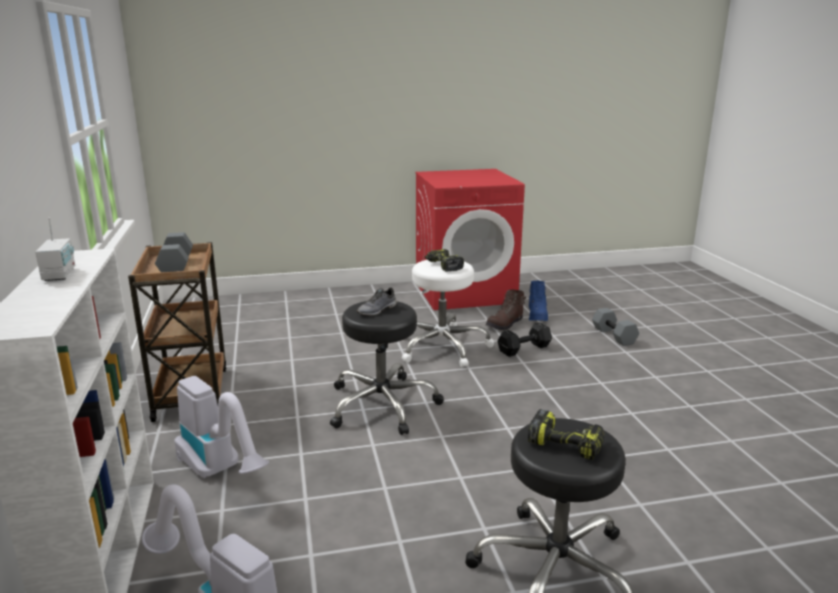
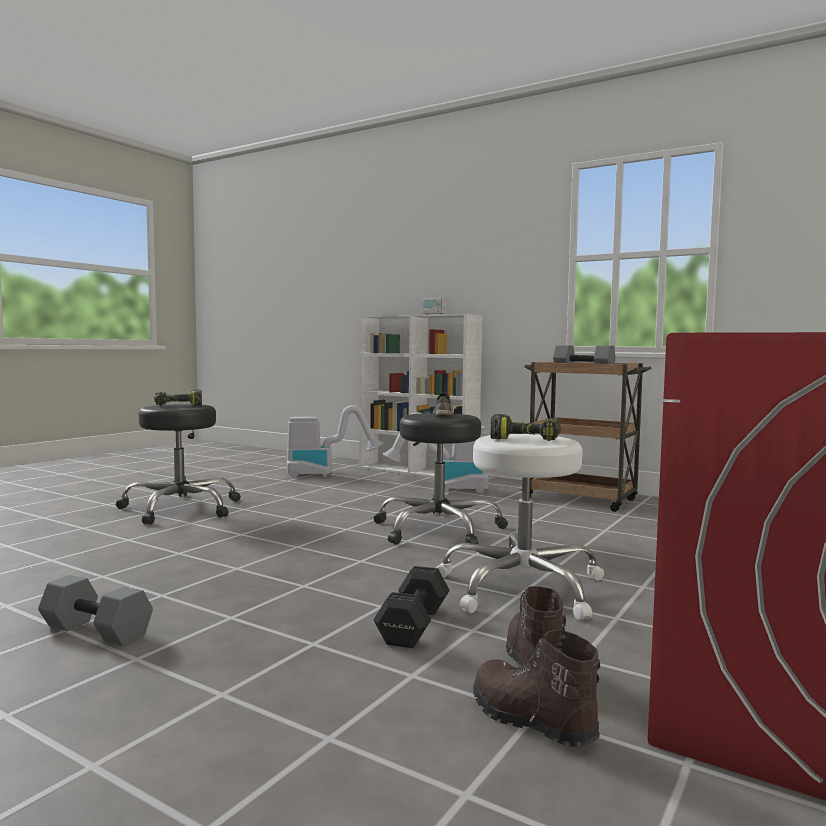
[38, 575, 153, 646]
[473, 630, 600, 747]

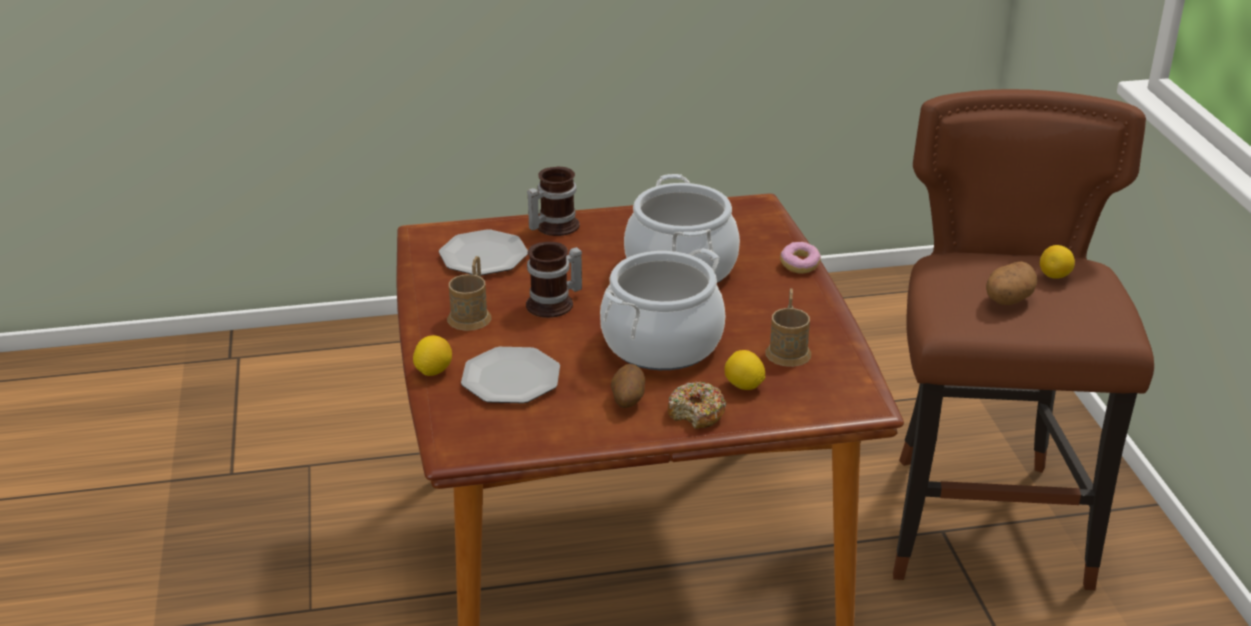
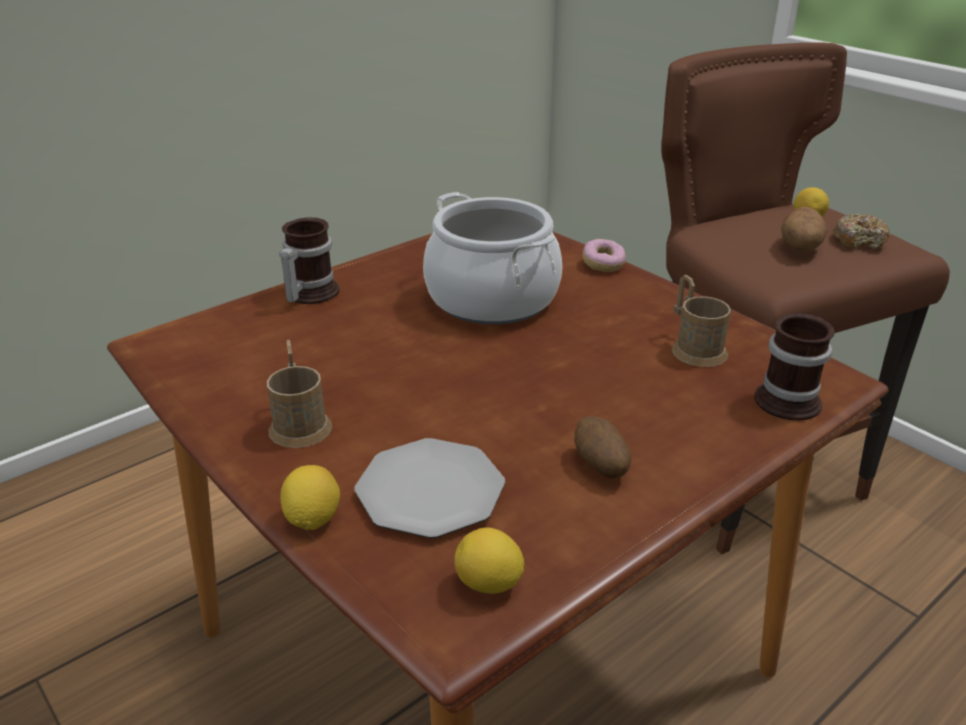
[454, 527, 524, 594]
[754, 313, 834, 421]
[833, 214, 890, 249]
[439, 229, 528, 276] (first image)
[600, 248, 725, 370] (first image)

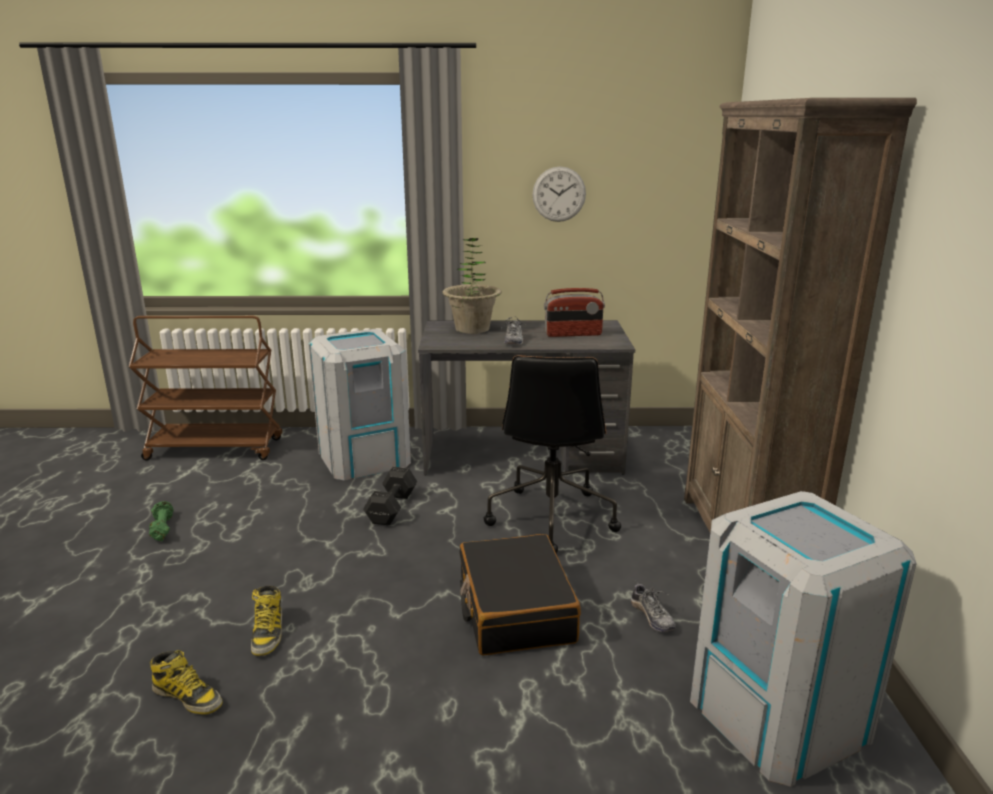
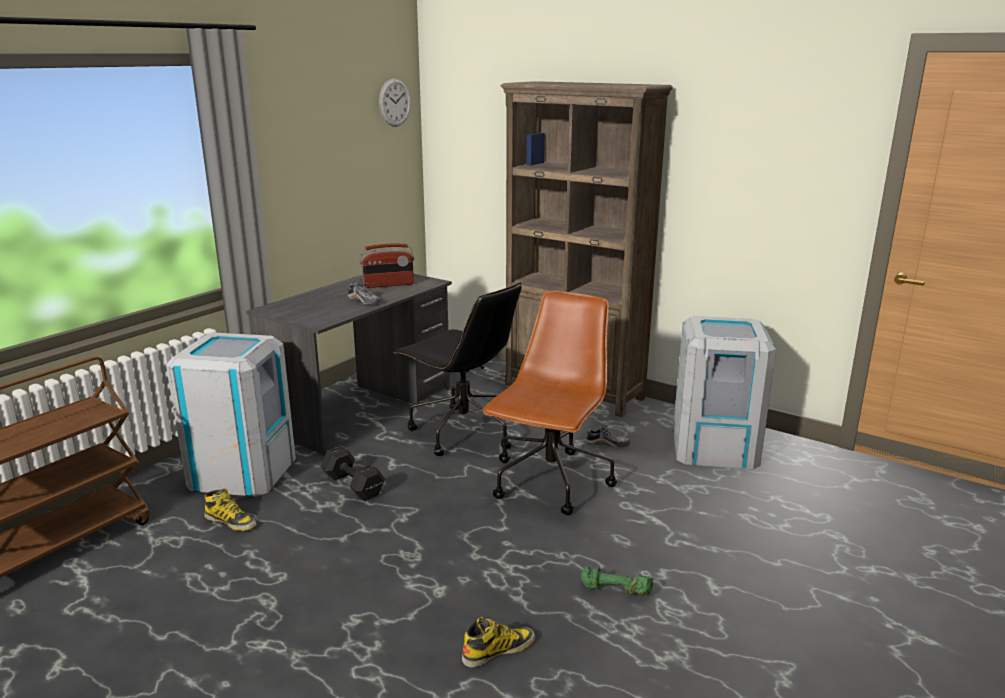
[204, 488, 256, 531]
[360, 244, 414, 288]
[379, 78, 411, 127]
[482, 291, 617, 515]
[581, 566, 653, 595]
[442, 238, 502, 334] (first image)

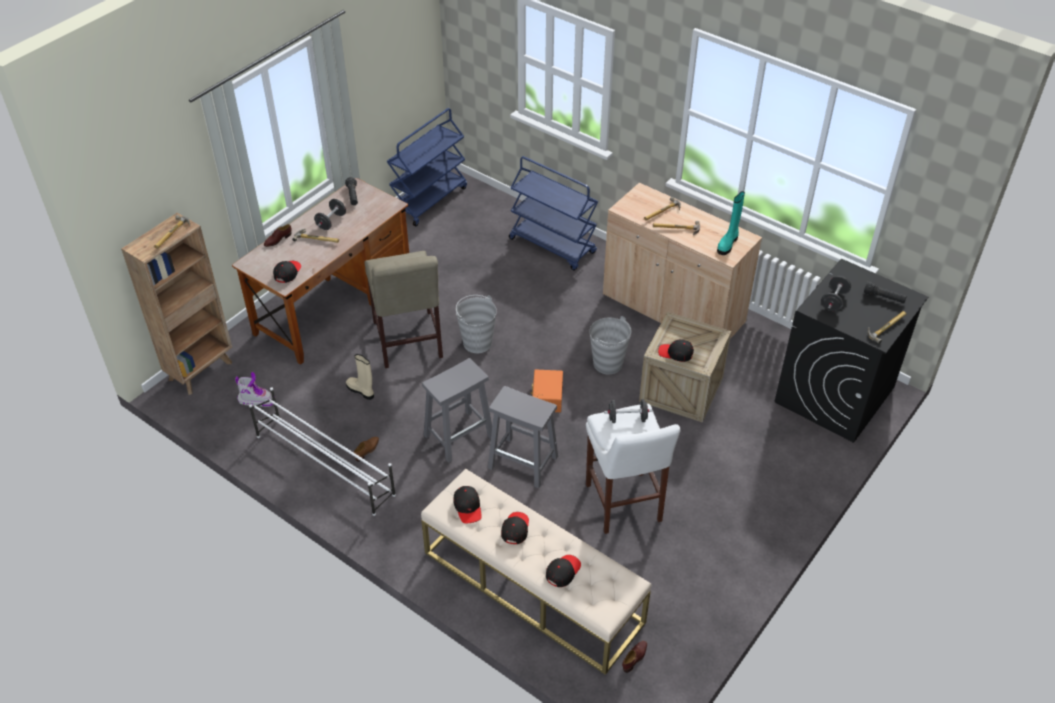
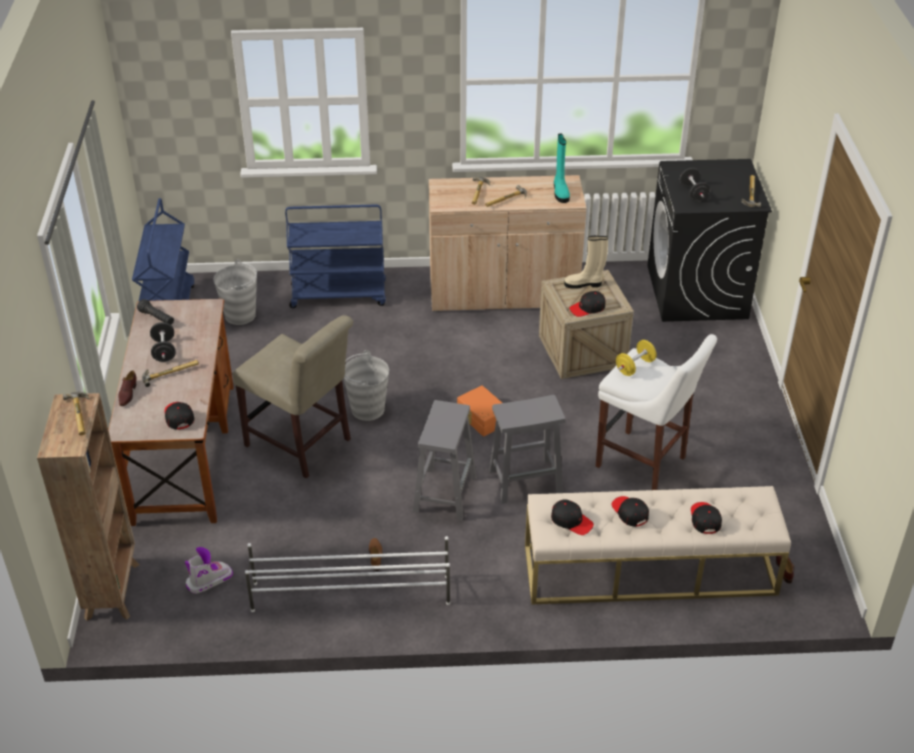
[214, 259, 257, 325]
[564, 236, 608, 289]
[616, 340, 657, 376]
[864, 281, 907, 303] (first image)

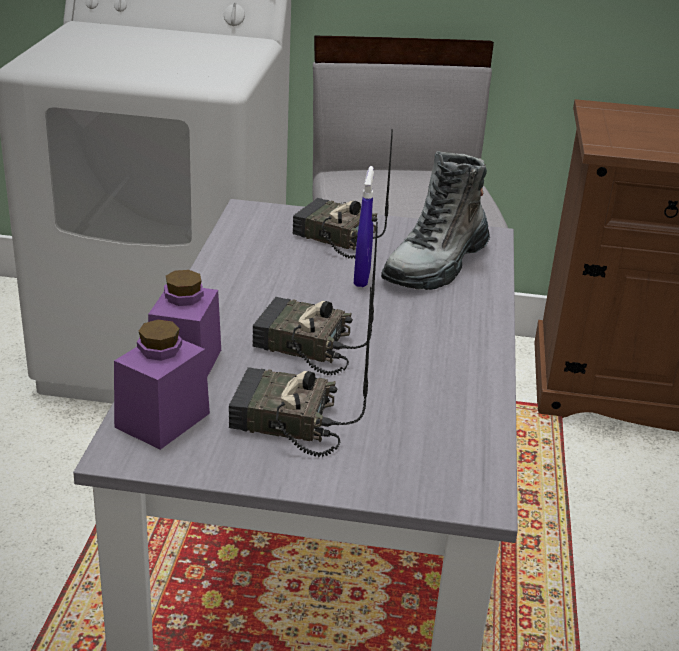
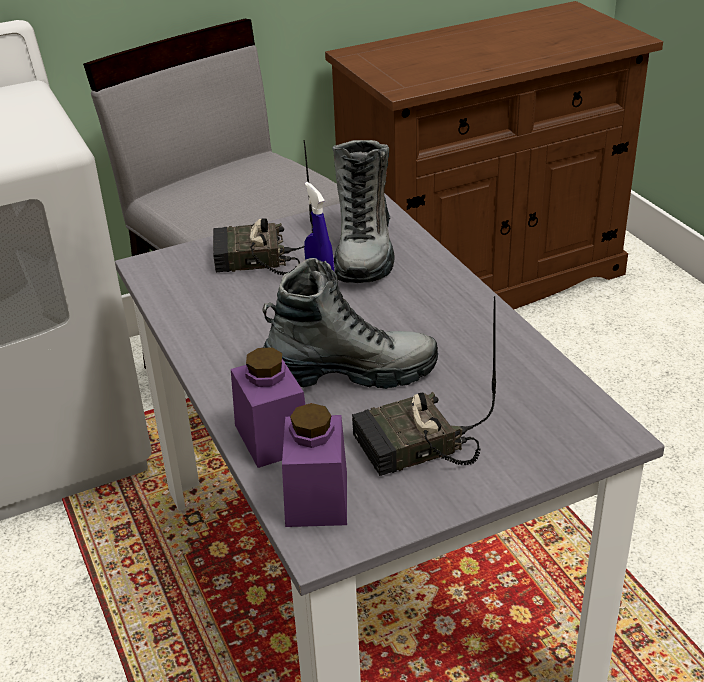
[263, 258, 438, 389]

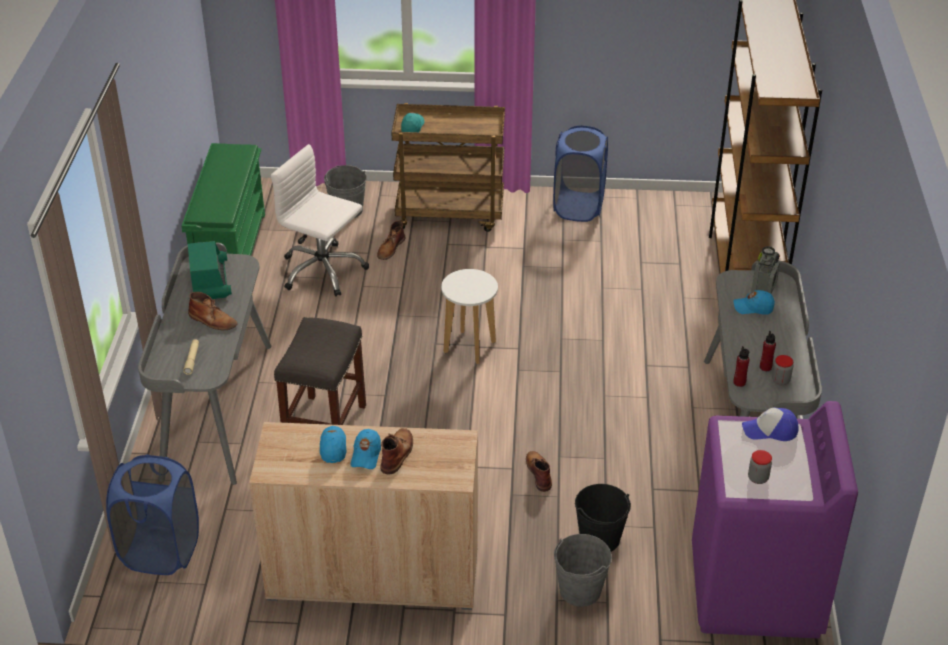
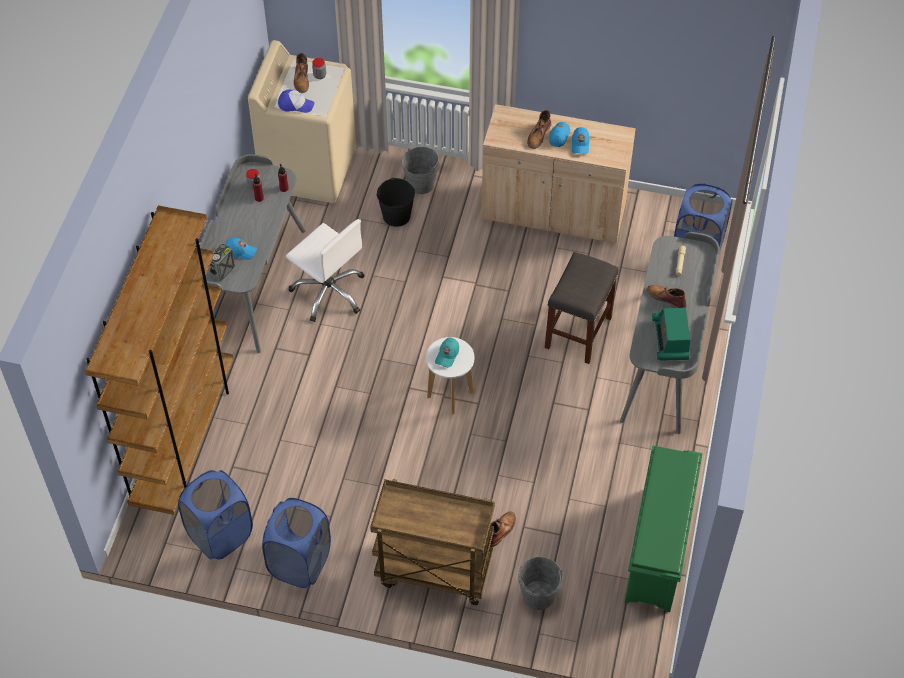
[178, 470, 253, 559]
[248, 40, 356, 203]
[286, 219, 365, 322]
[294, 53, 309, 93]
[435, 338, 459, 368]

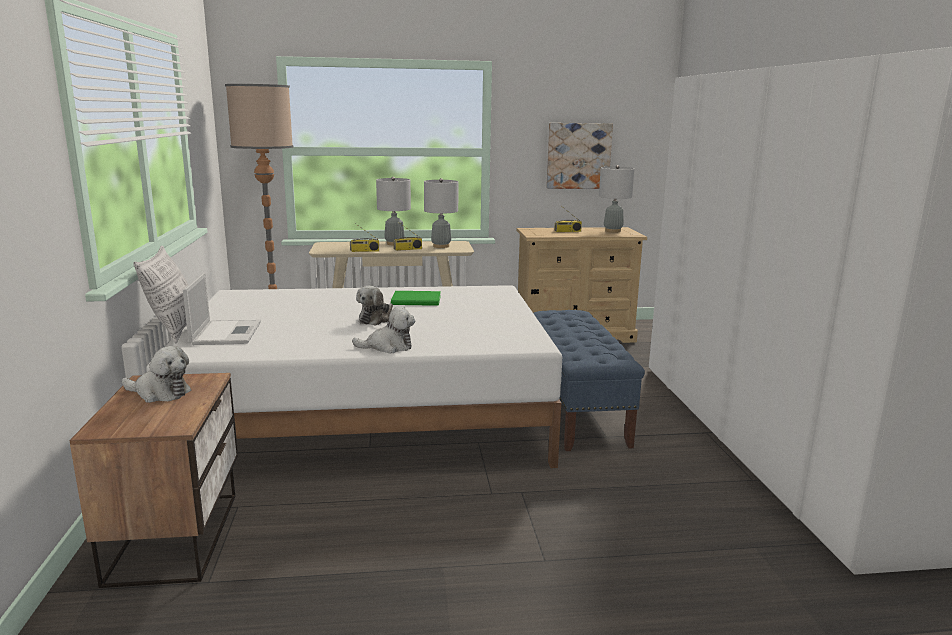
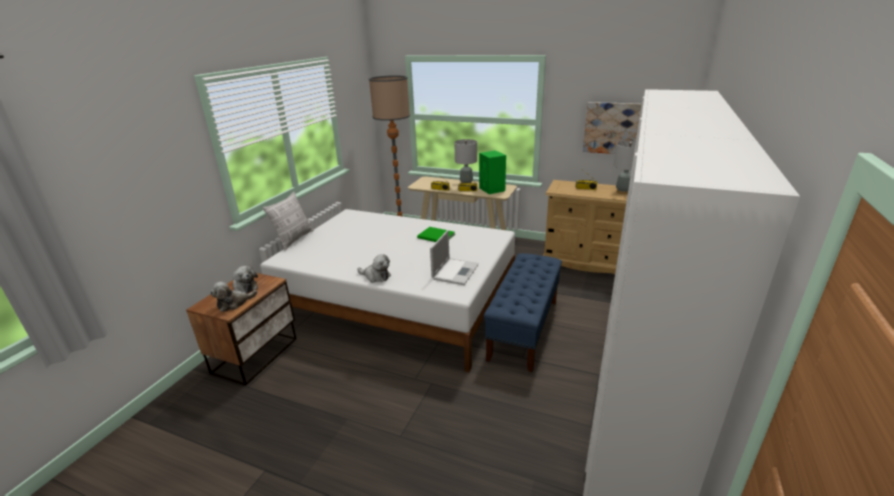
[210, 282, 257, 312]
[430, 230, 479, 285]
[479, 150, 506, 194]

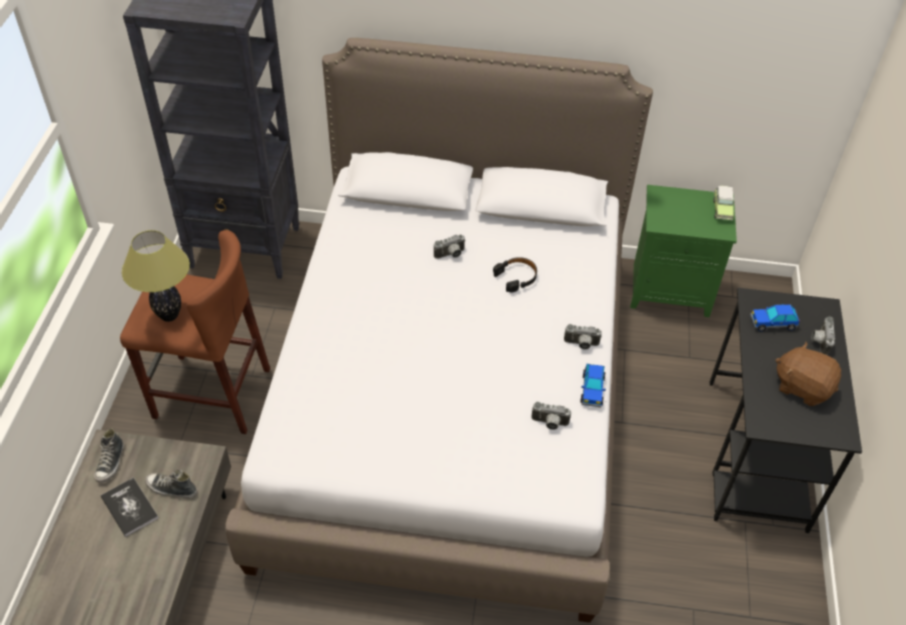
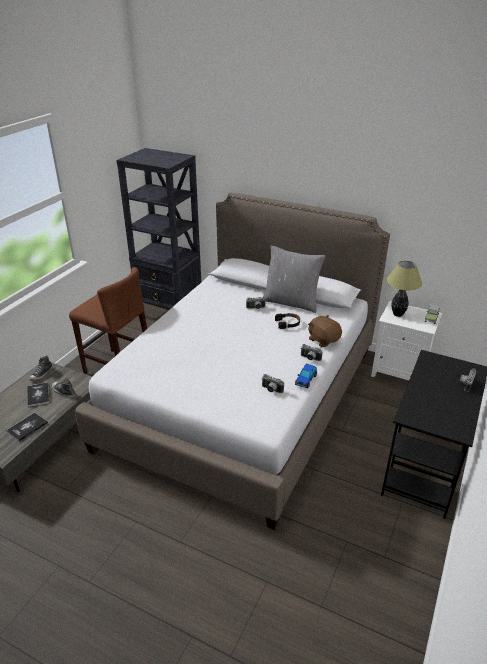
[6, 413, 48, 442]
[263, 245, 325, 313]
[308, 315, 342, 347]
[371, 301, 442, 380]
[386, 261, 422, 317]
[750, 304, 800, 332] (first image)

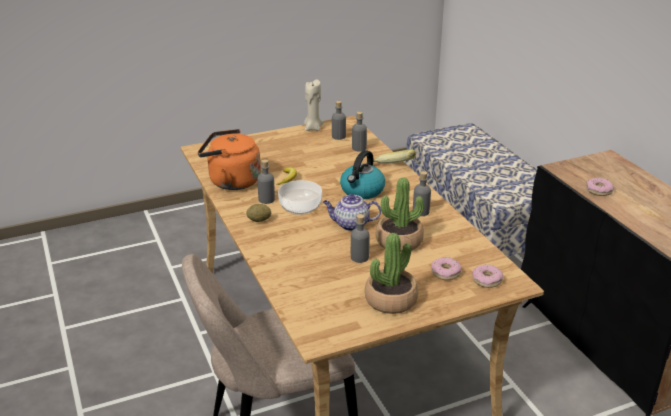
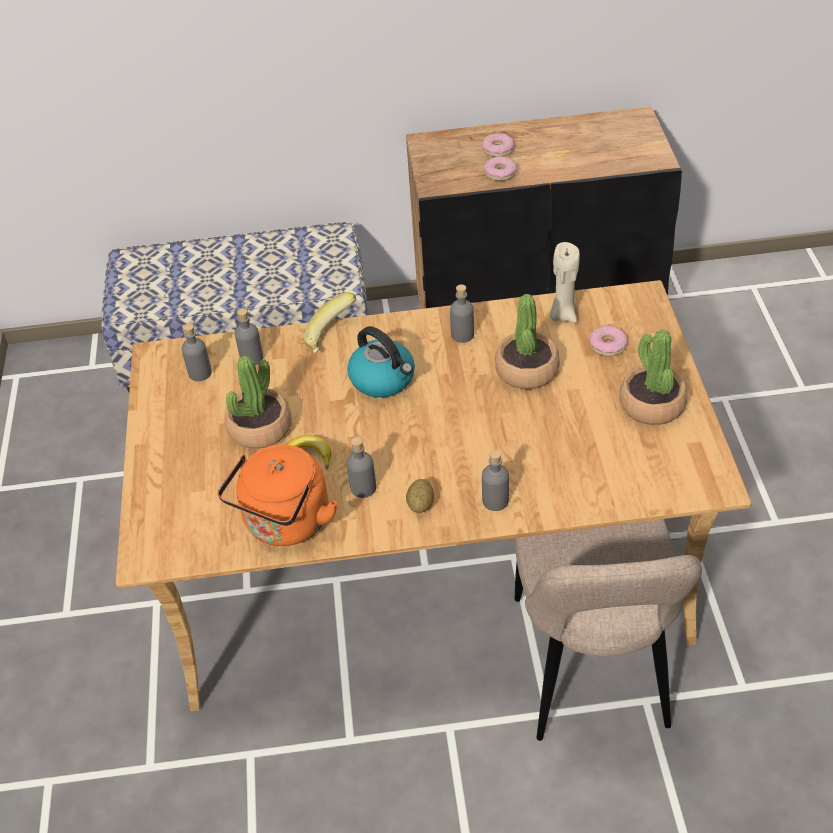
[225, 356, 291, 449]
[482, 133, 514, 157]
[482, 450, 509, 511]
[550, 242, 580, 323]
[278, 180, 322, 215] (first image)
[323, 194, 381, 231] (first image)

